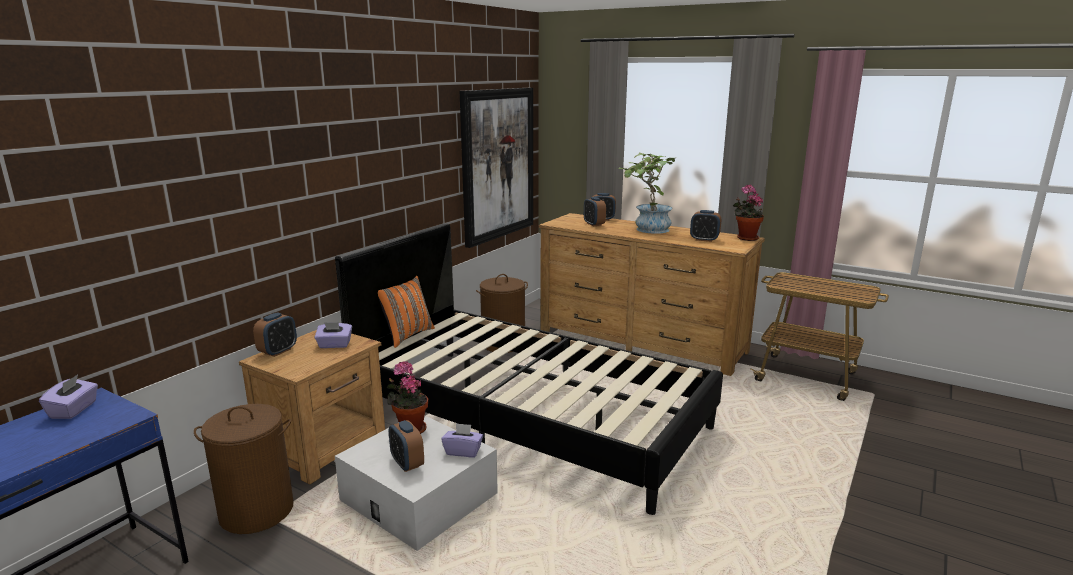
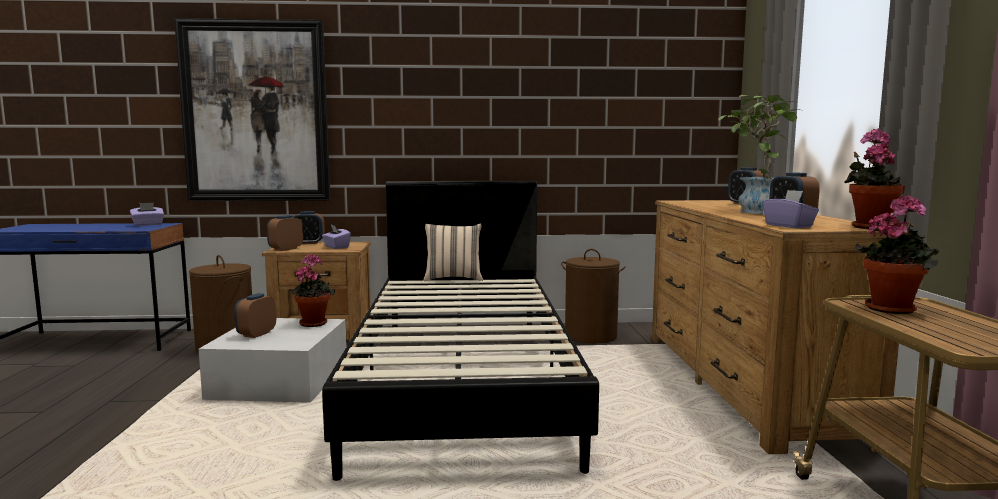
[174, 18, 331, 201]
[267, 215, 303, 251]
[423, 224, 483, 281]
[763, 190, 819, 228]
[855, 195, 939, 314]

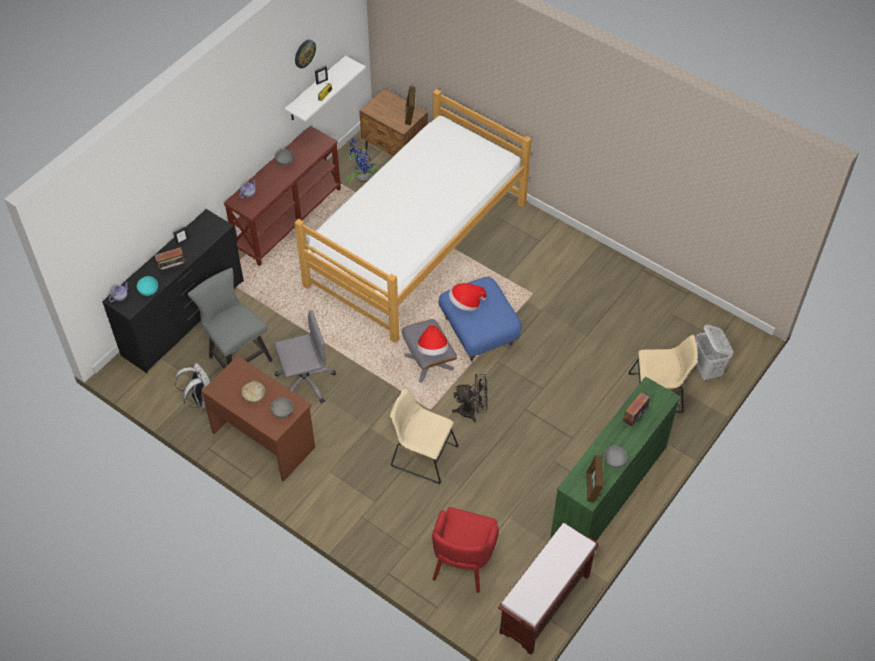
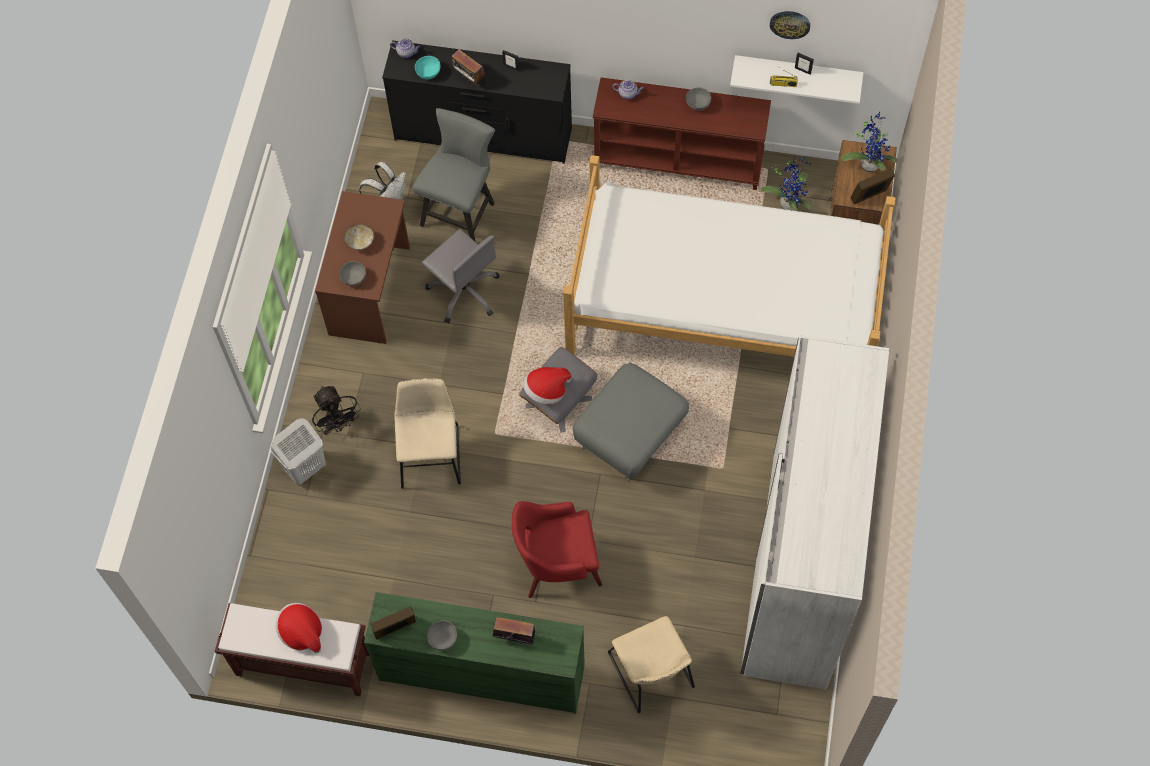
[270, 418, 325, 485]
[275, 603, 322, 653]
[312, 386, 361, 435]
[512, 501, 602, 598]
[573, 363, 689, 481]
[740, 335, 889, 689]
[841, 112, 898, 172]

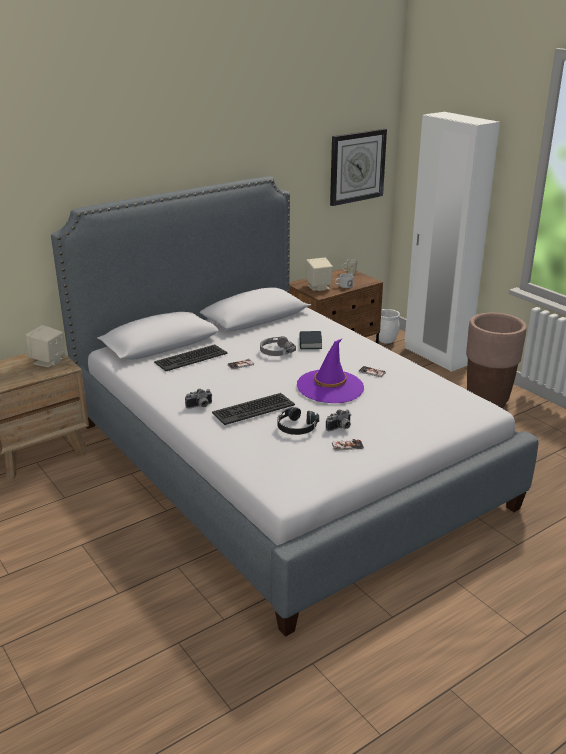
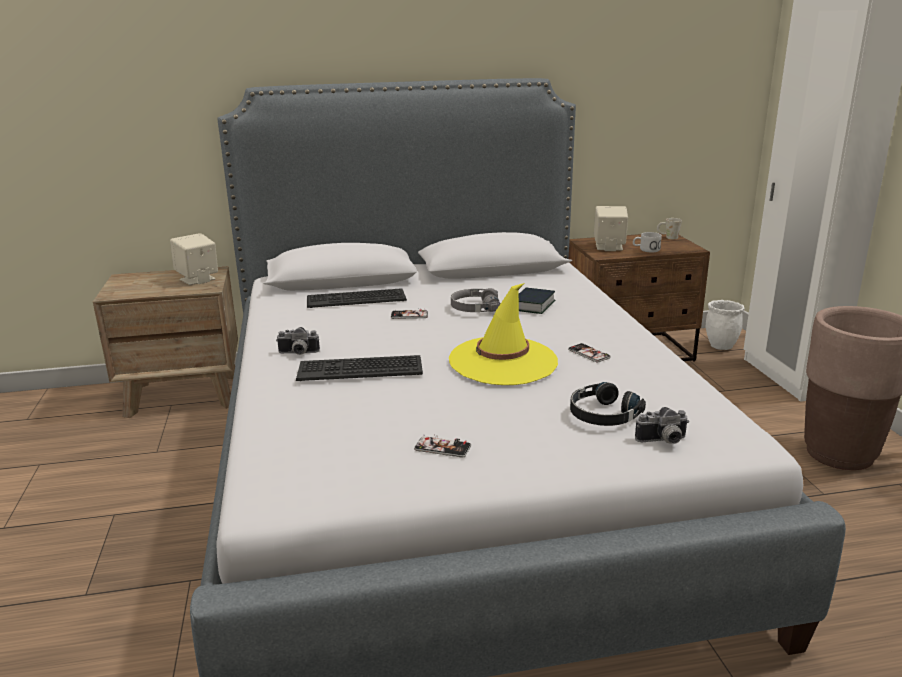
[449, 283, 558, 385]
[570, 382, 646, 426]
[635, 407, 689, 444]
[330, 129, 387, 206] (first image)

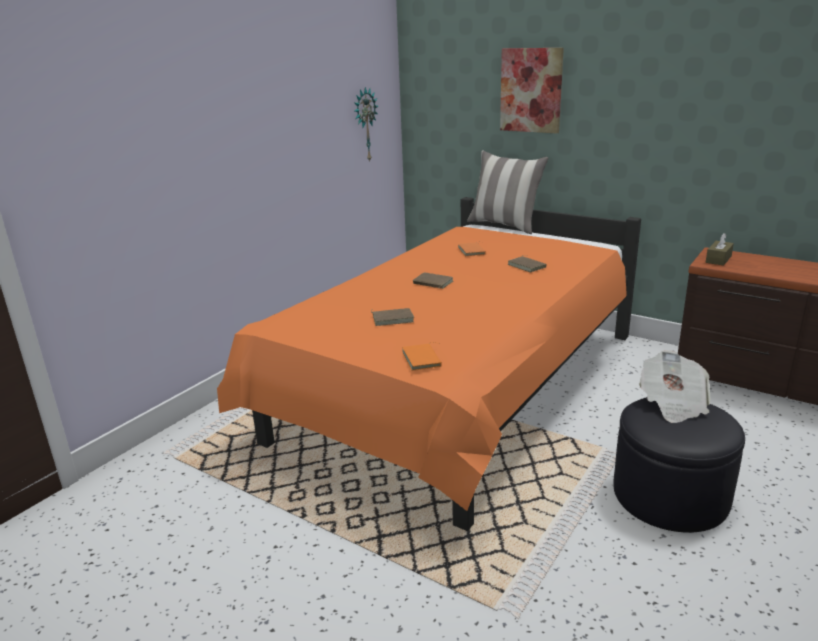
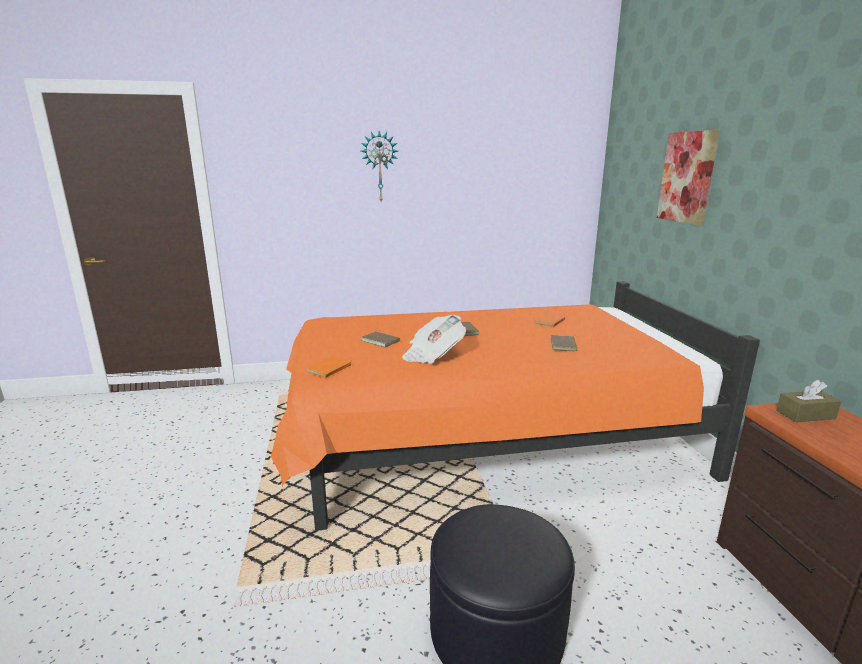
[361, 131, 398, 202]
[402, 315, 466, 364]
[467, 151, 548, 234] (first image)

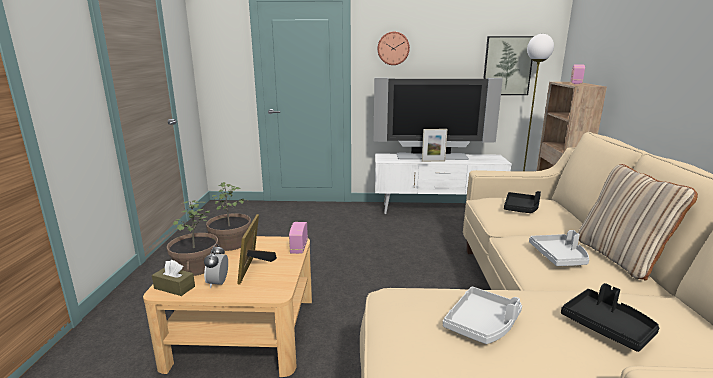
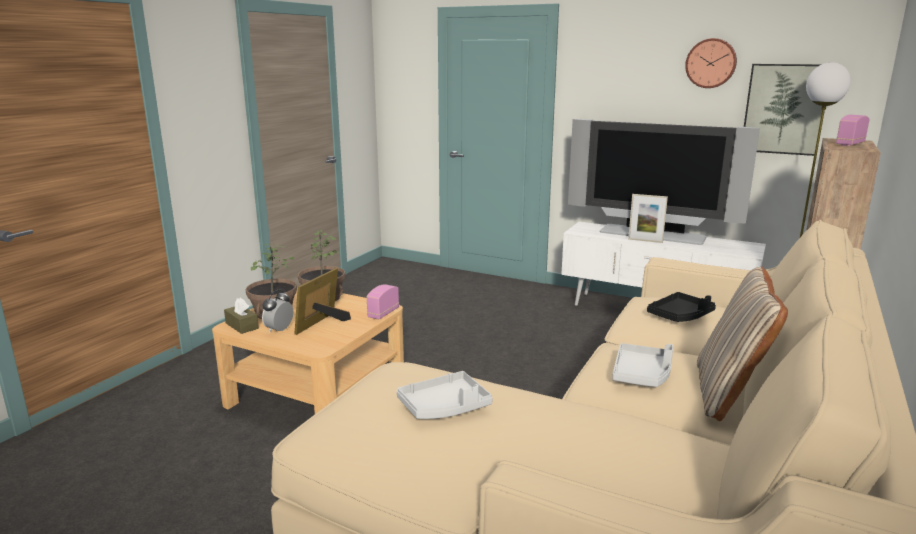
[685, 38, 737, 88]
[561, 283, 659, 352] (first image)

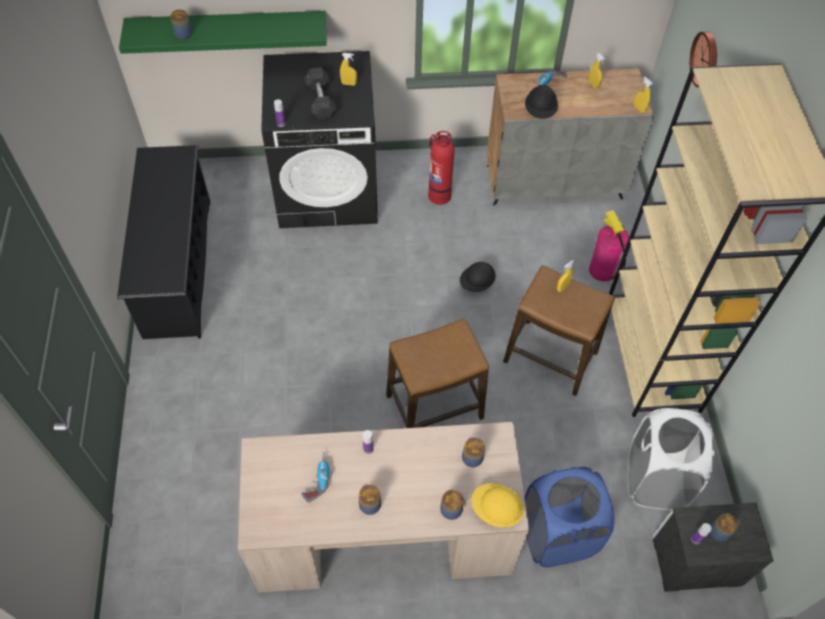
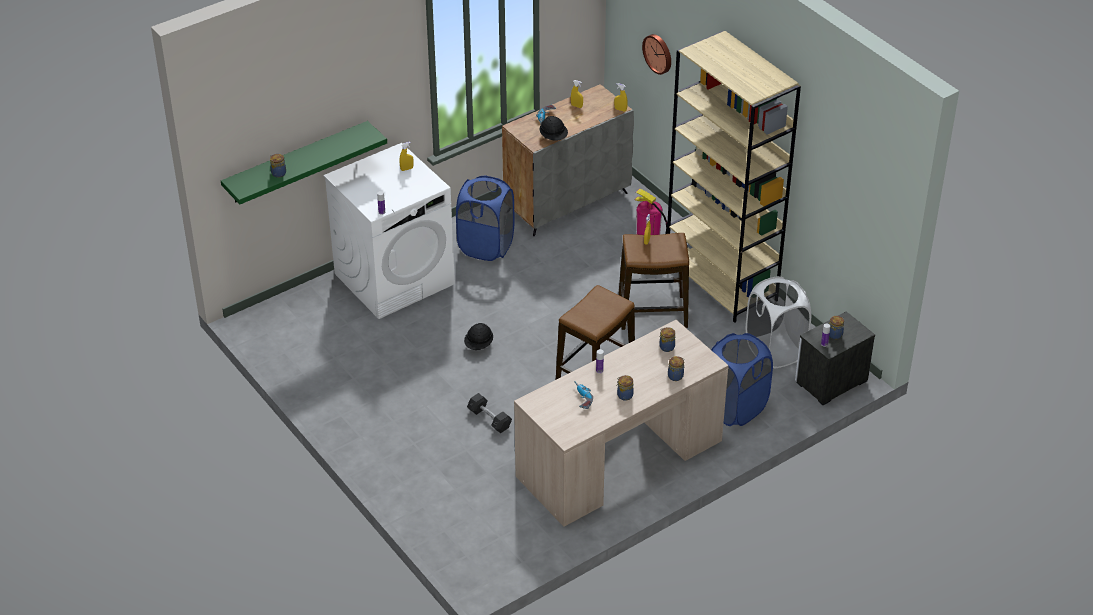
[324, 143, 455, 319]
[456, 176, 515, 261]
[464, 323, 493, 350]
[467, 393, 512, 433]
[117, 145, 210, 339] (first image)
[472, 483, 524, 528] (first image)

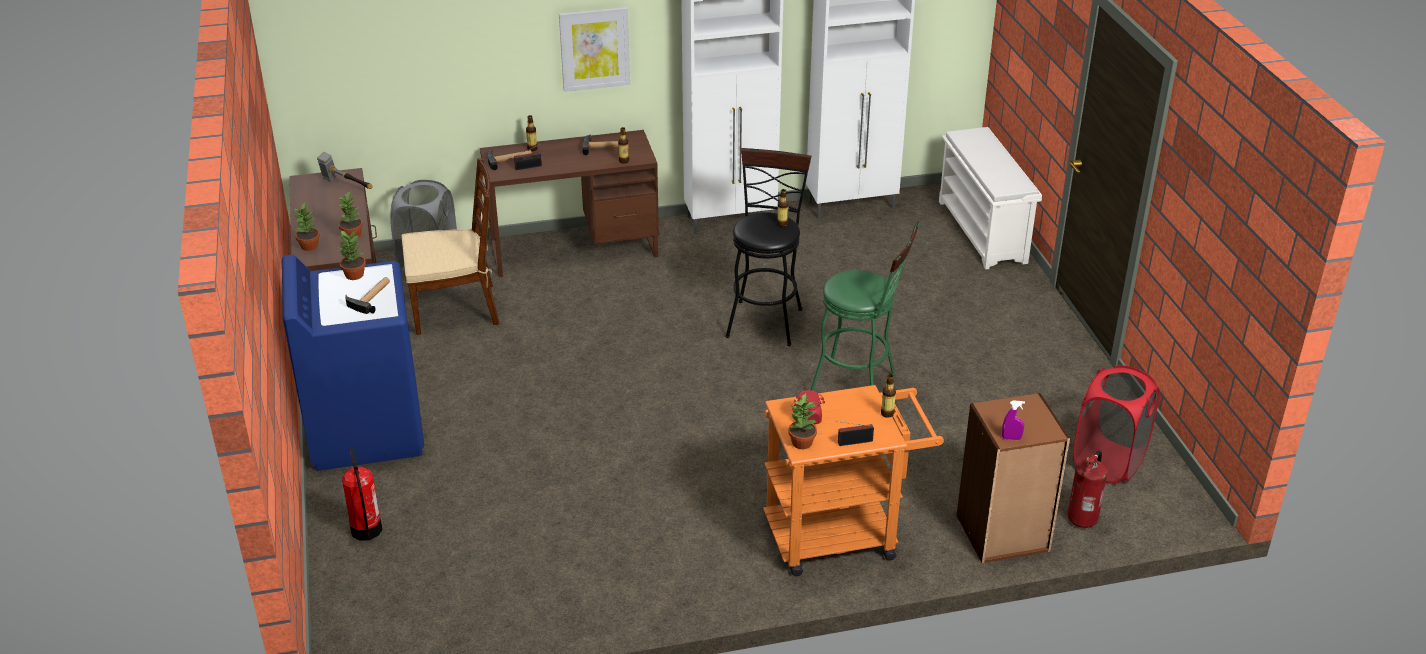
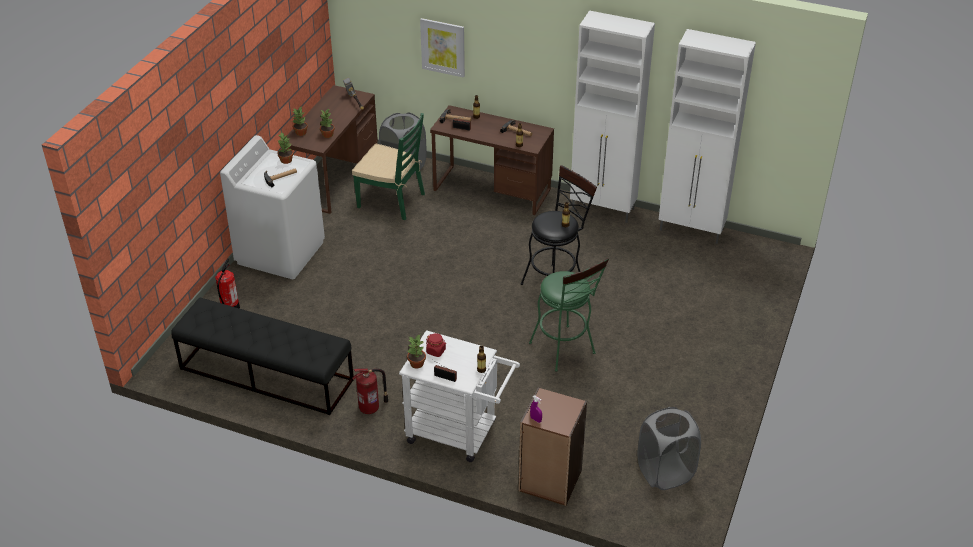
[171, 298, 354, 415]
[220, 135, 325, 279]
[352, 113, 425, 220]
[352, 368, 389, 414]
[399, 330, 520, 462]
[420, 18, 465, 78]
[637, 407, 701, 490]
[939, 127, 1042, 269] (first image)

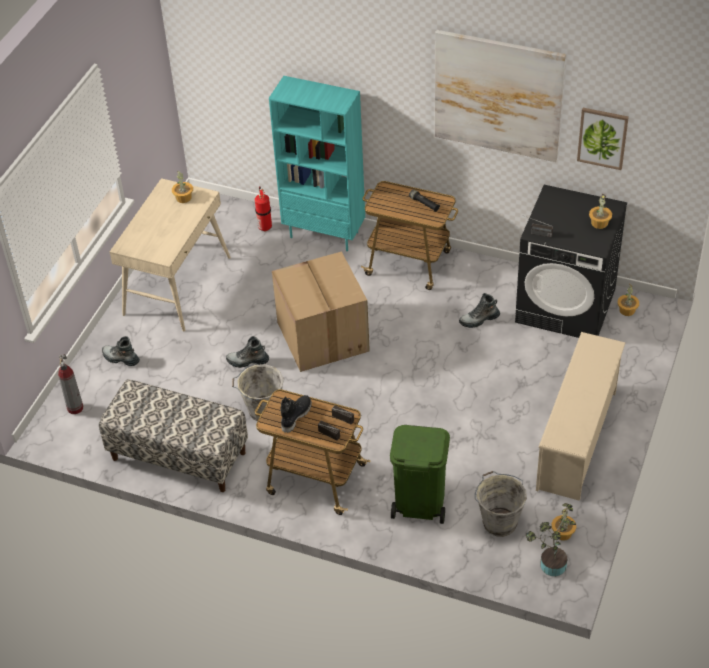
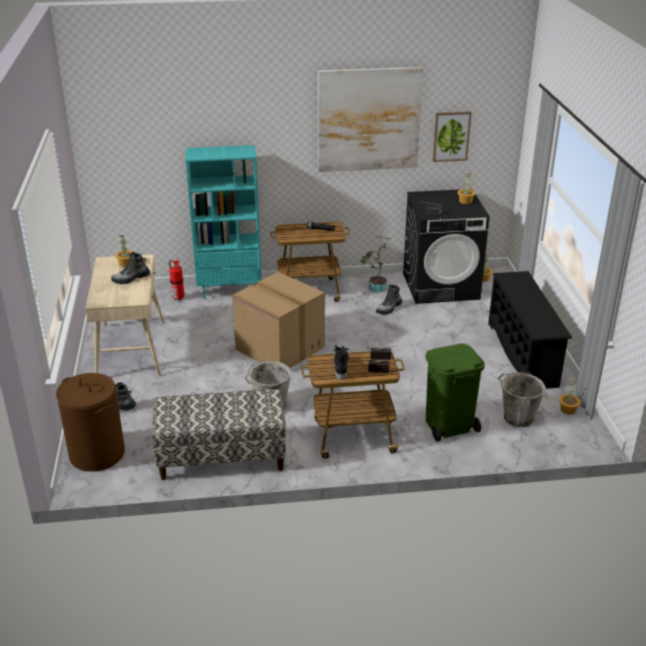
[56, 373, 125, 472]
[111, 252, 150, 284]
[360, 236, 391, 293]
[488, 271, 572, 389]

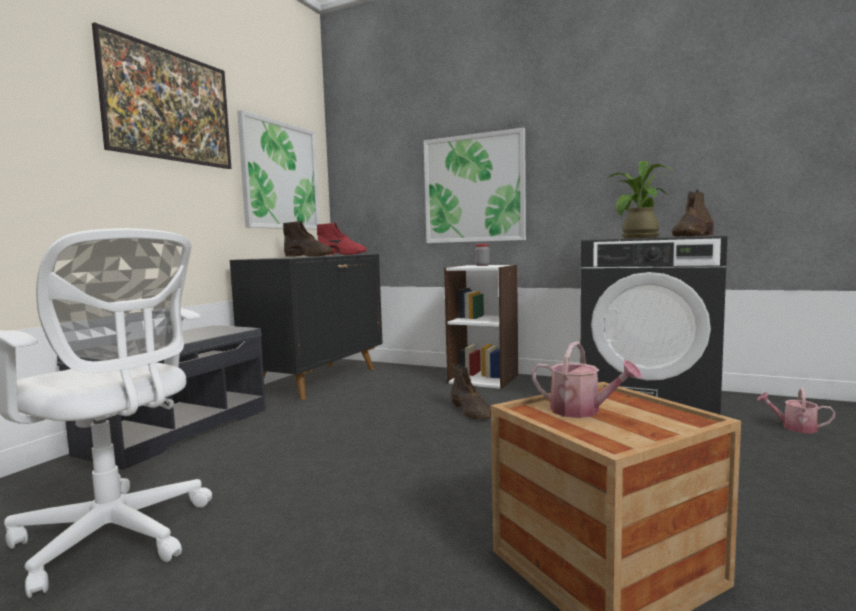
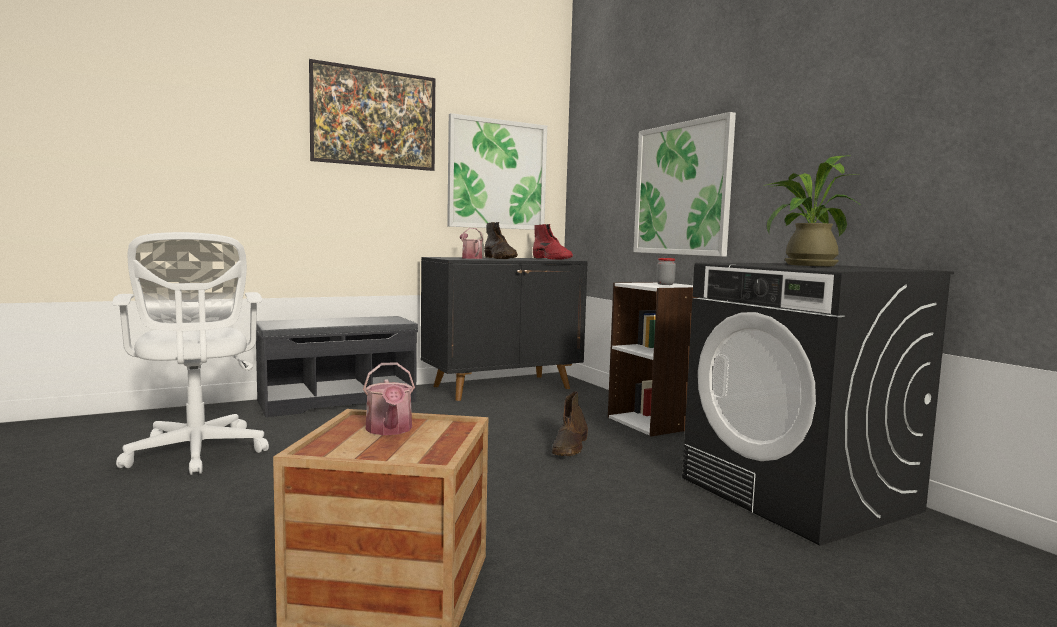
[460, 228, 483, 259]
[672, 190, 714, 237] (first image)

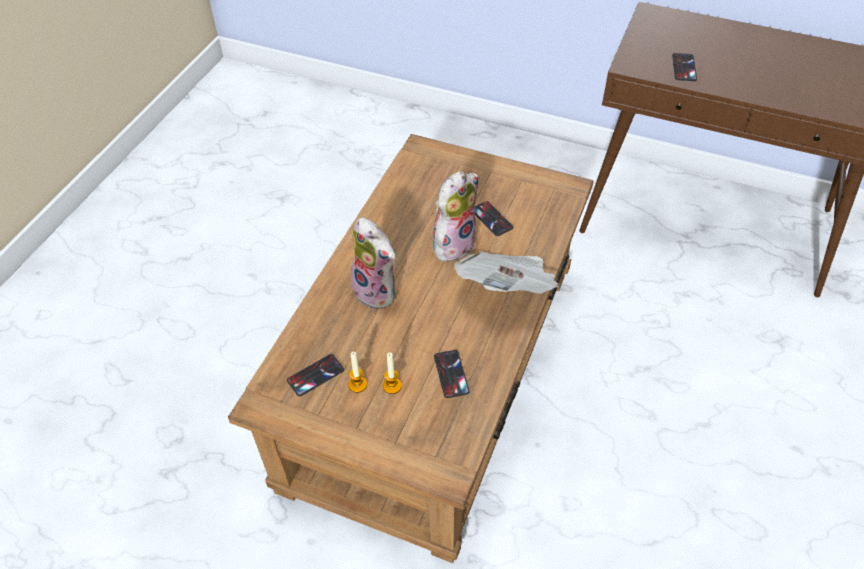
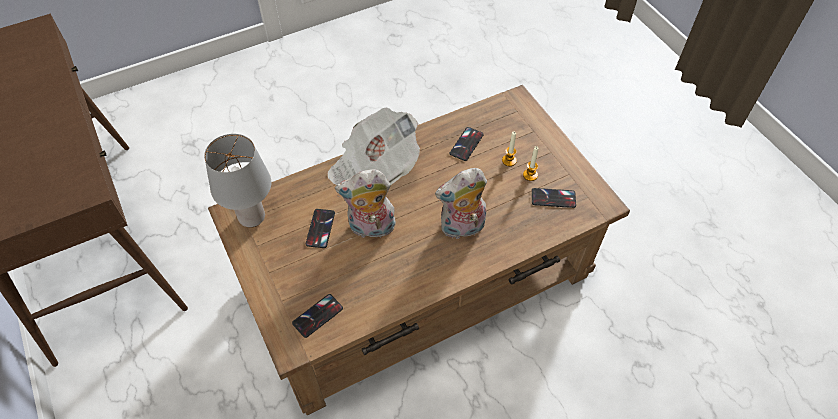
[204, 134, 271, 228]
[292, 294, 343, 338]
[435, 168, 487, 239]

